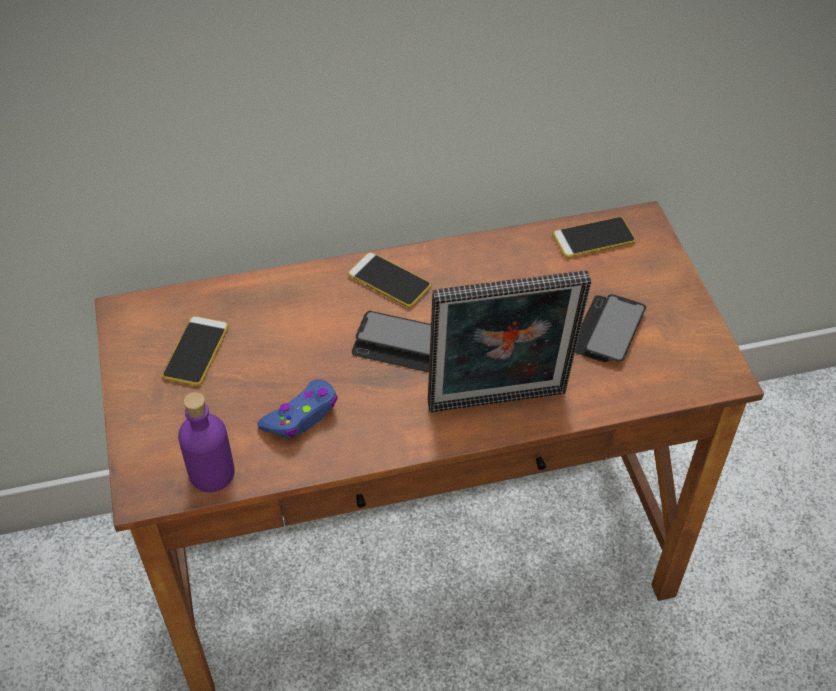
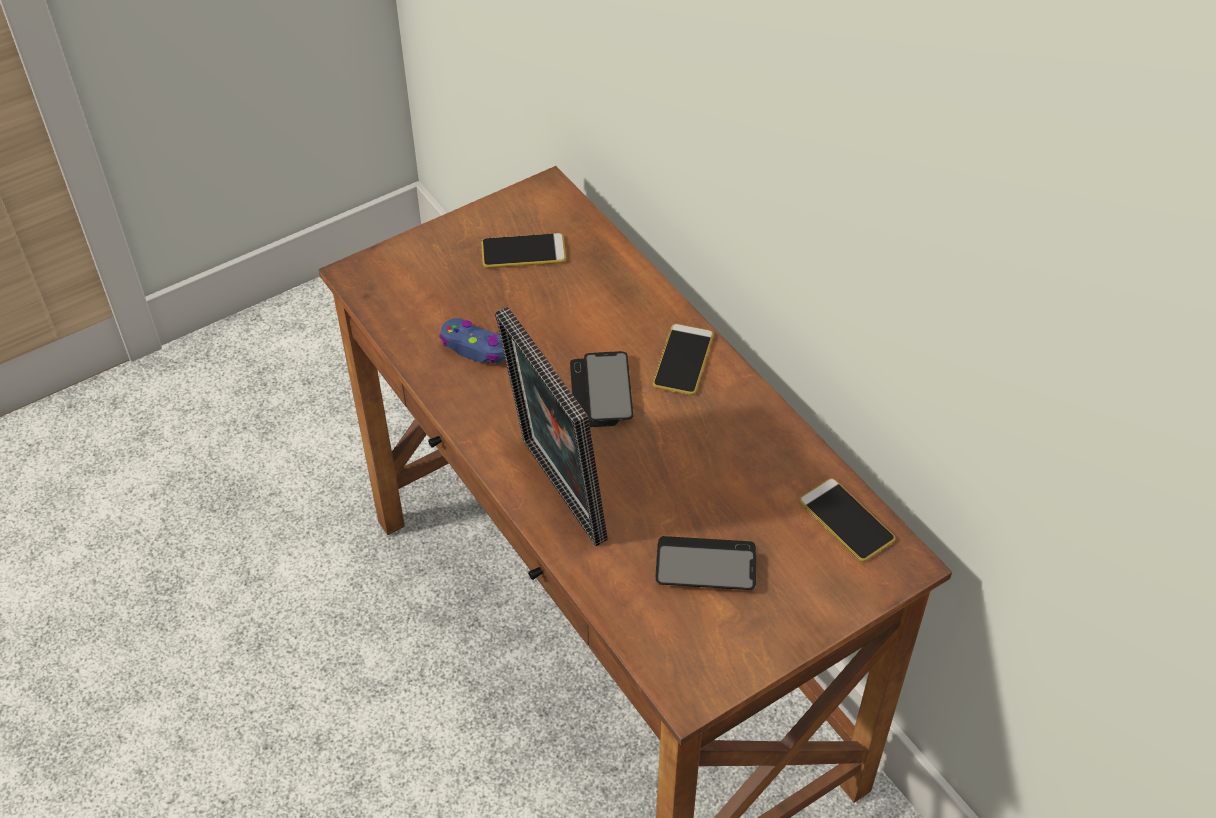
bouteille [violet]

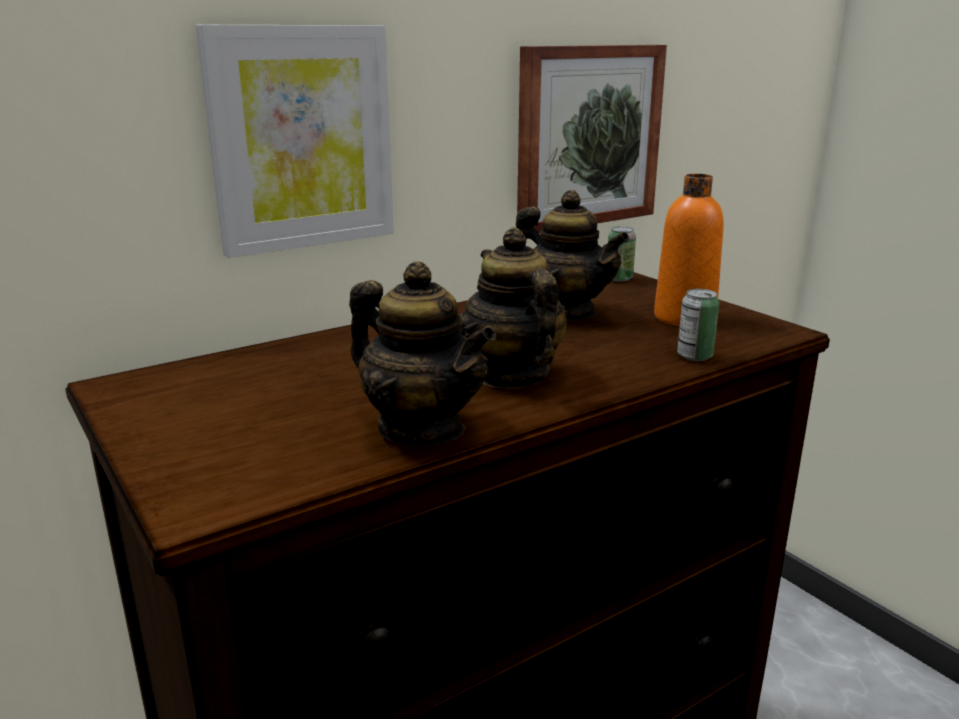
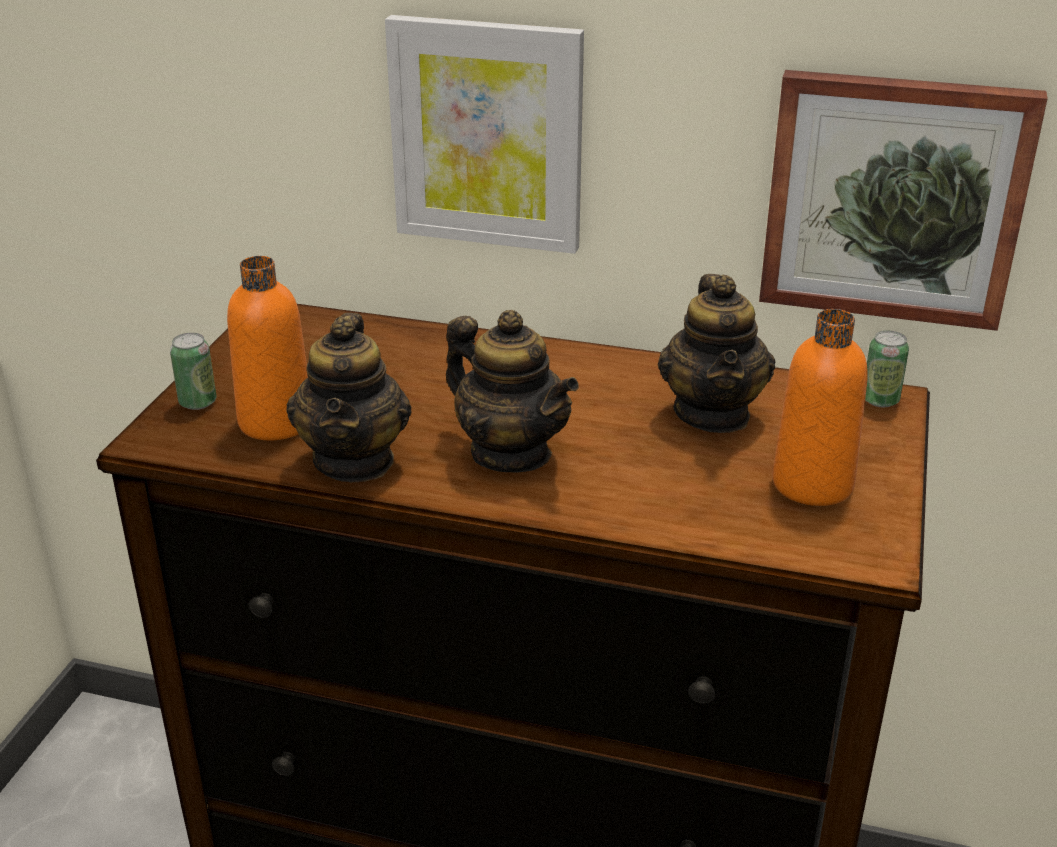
théière (no. 2 from left)
boîte métallique (no. 1 from left)
bouteille [orange] (no. 1 from left)

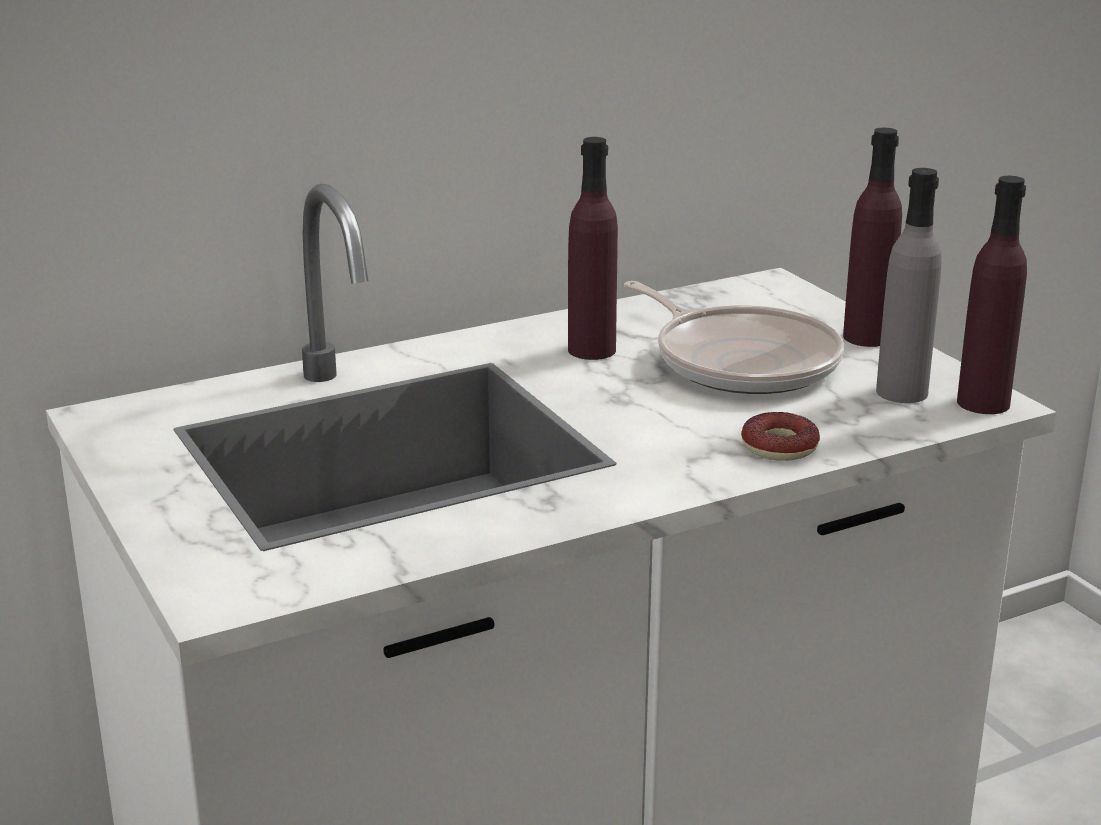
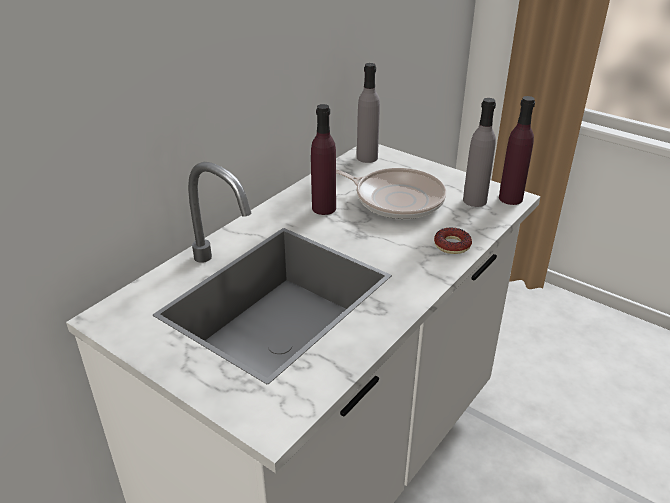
bouteille [violet] (no. 2 from left in the first image)
bouteille [gris] (no. 1 from left)

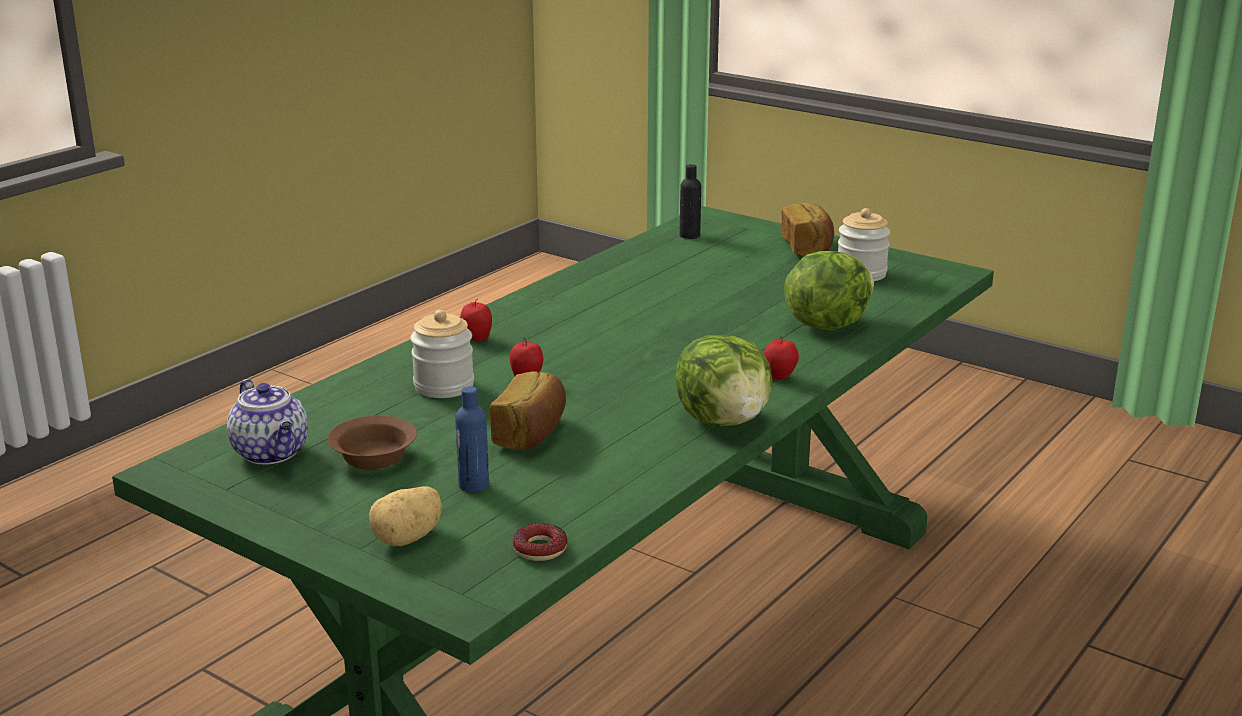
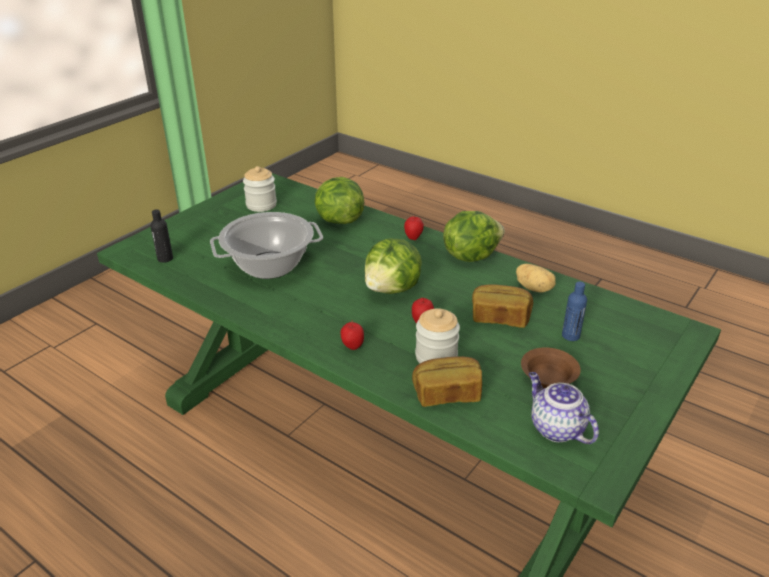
théière
pomme de terre
beignet
pain (no. 1 from left)
marmite
laitue (no. 2 from left)

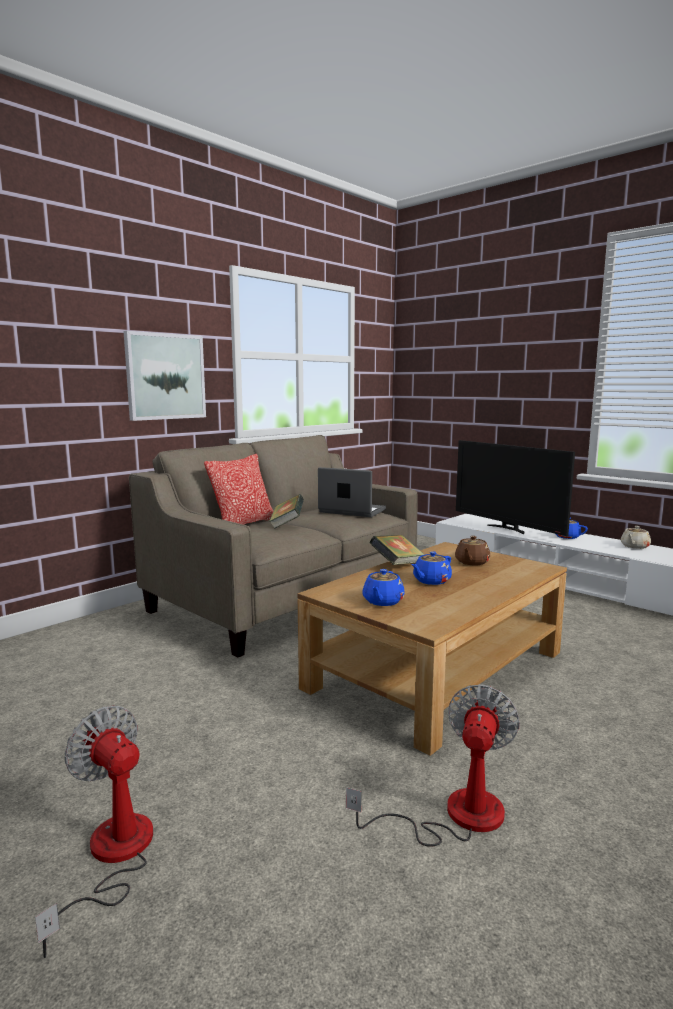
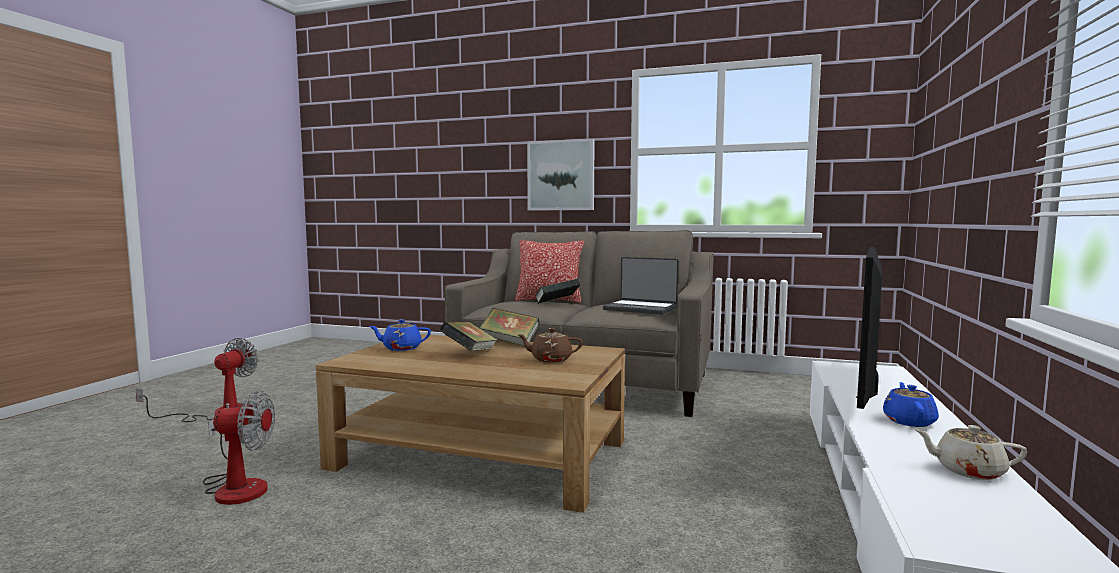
ordinateur portable
livre (no. 1 from left)

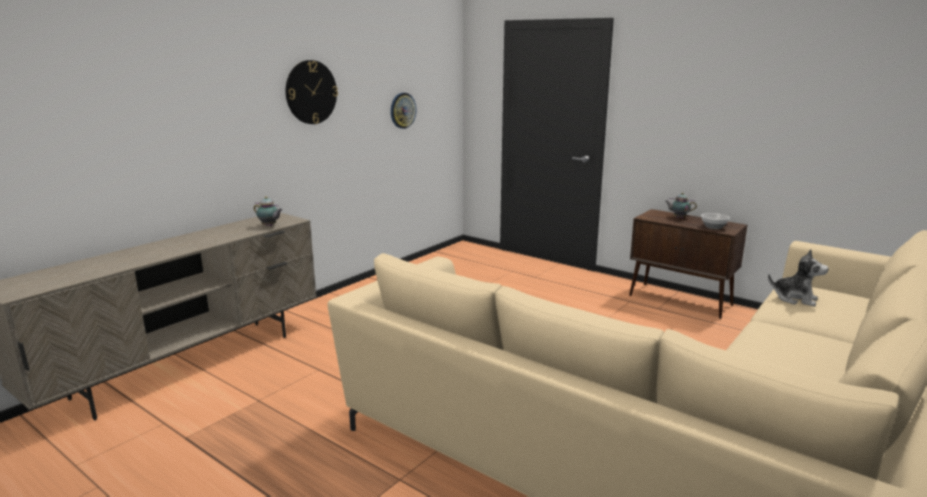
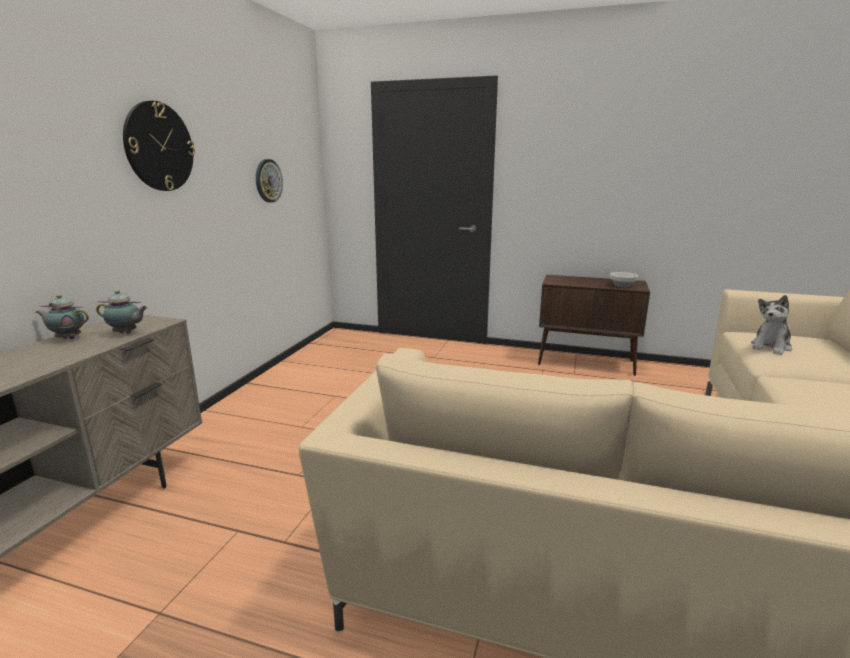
théière (no. 1 from left)
peluche

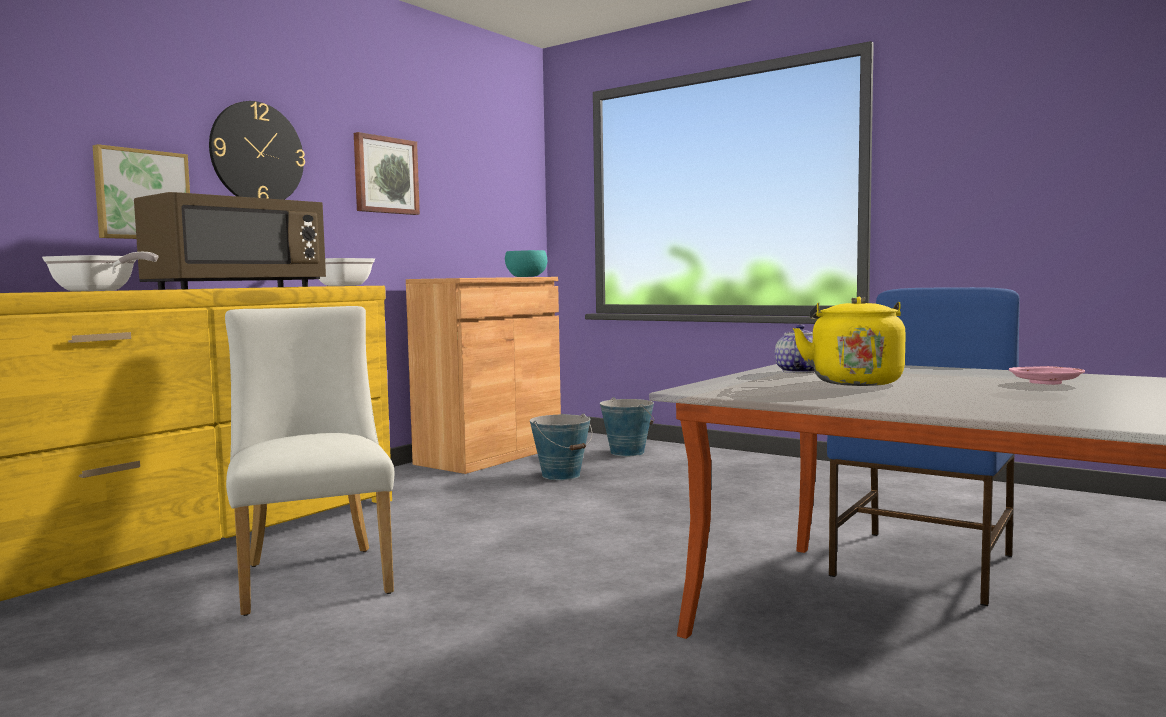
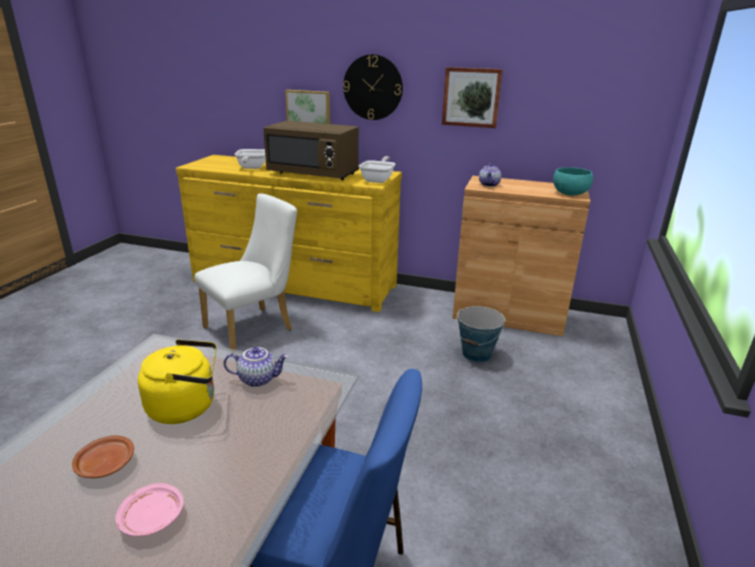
seau (no. 2 from left in the first image)
assiette [marron]
théière (no. 2 from left)

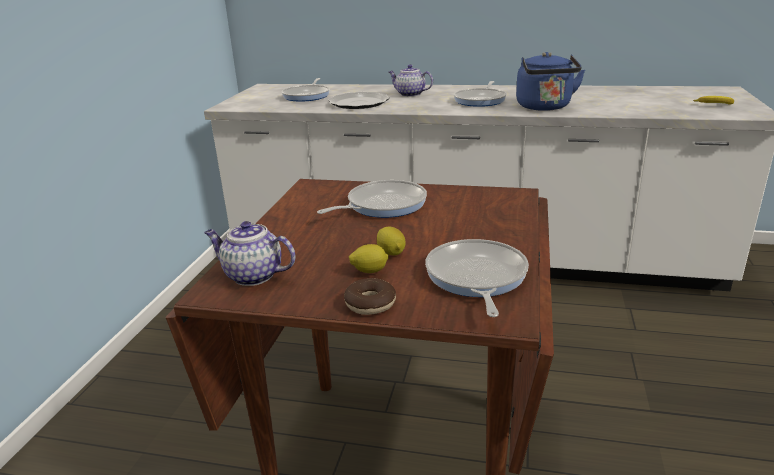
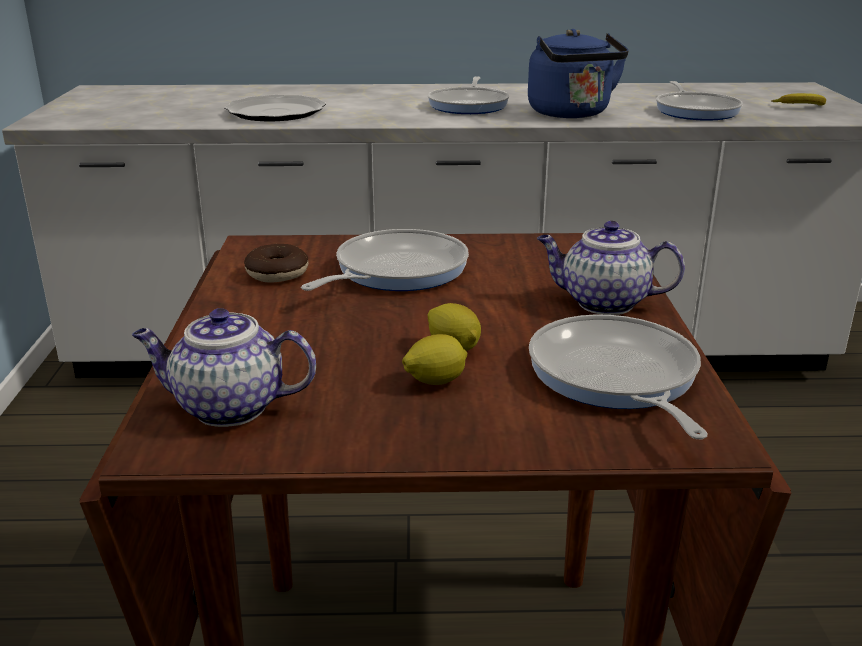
poêle (no. 4 from left)
beignet
théière (no. 2 from left)

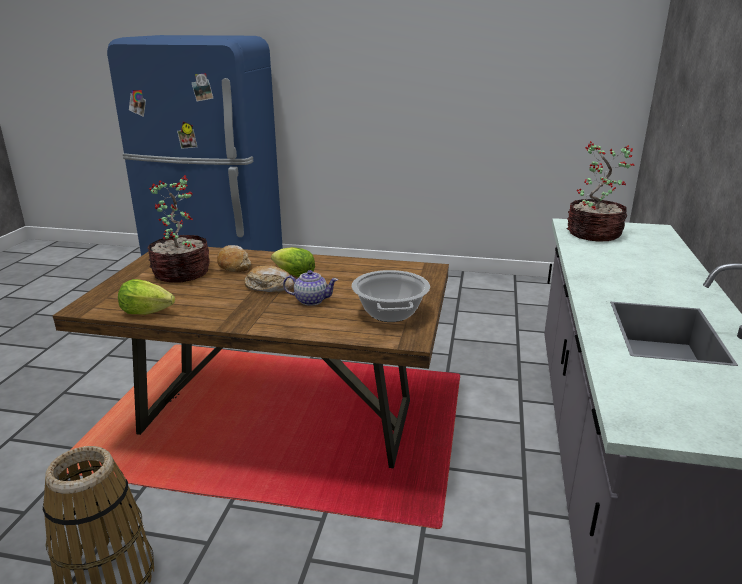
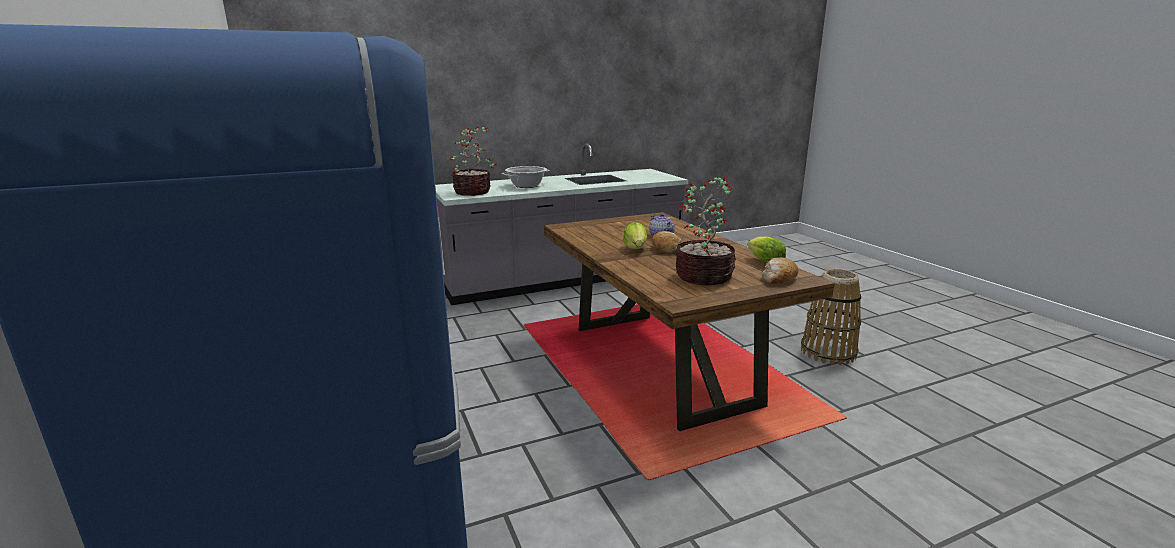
pain (no. 2 from left)
marmite

